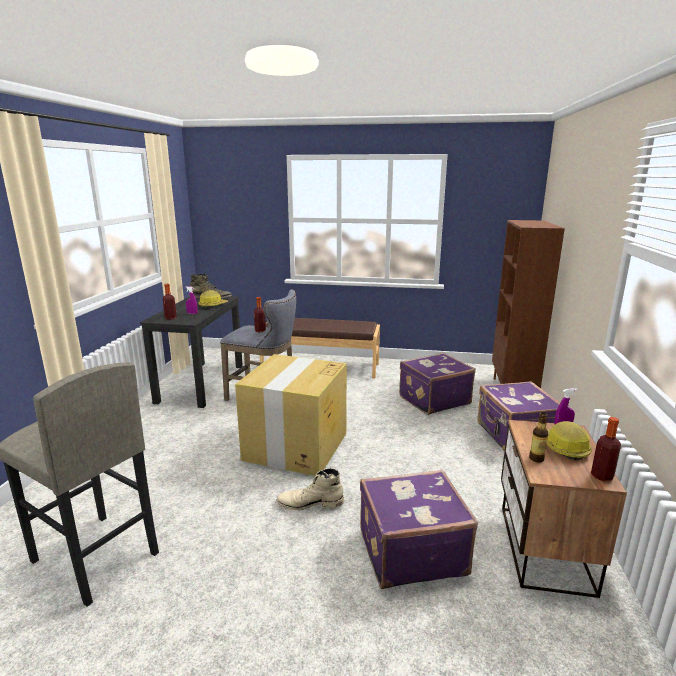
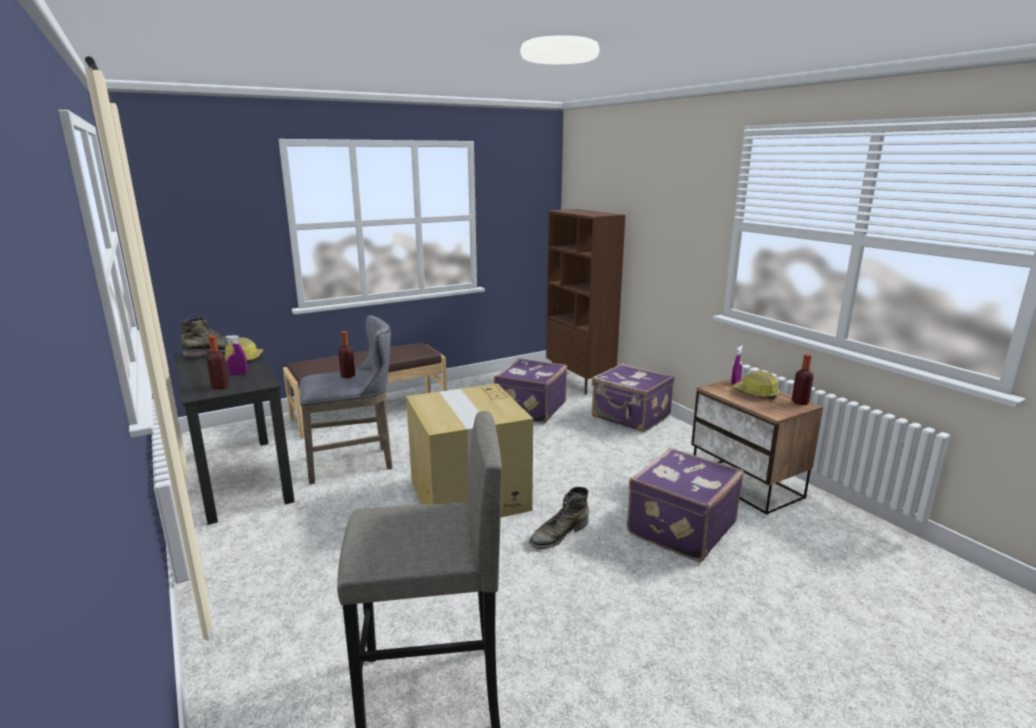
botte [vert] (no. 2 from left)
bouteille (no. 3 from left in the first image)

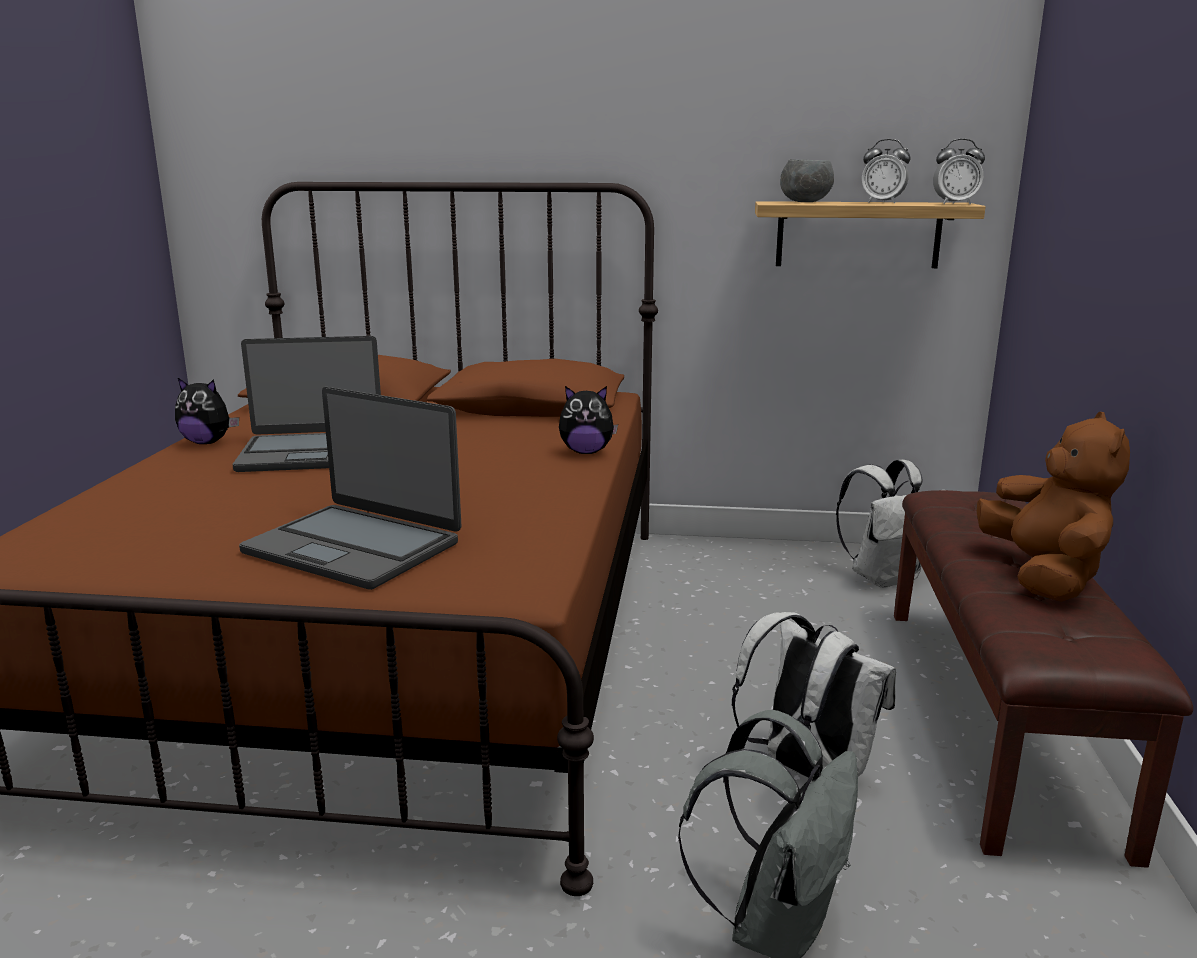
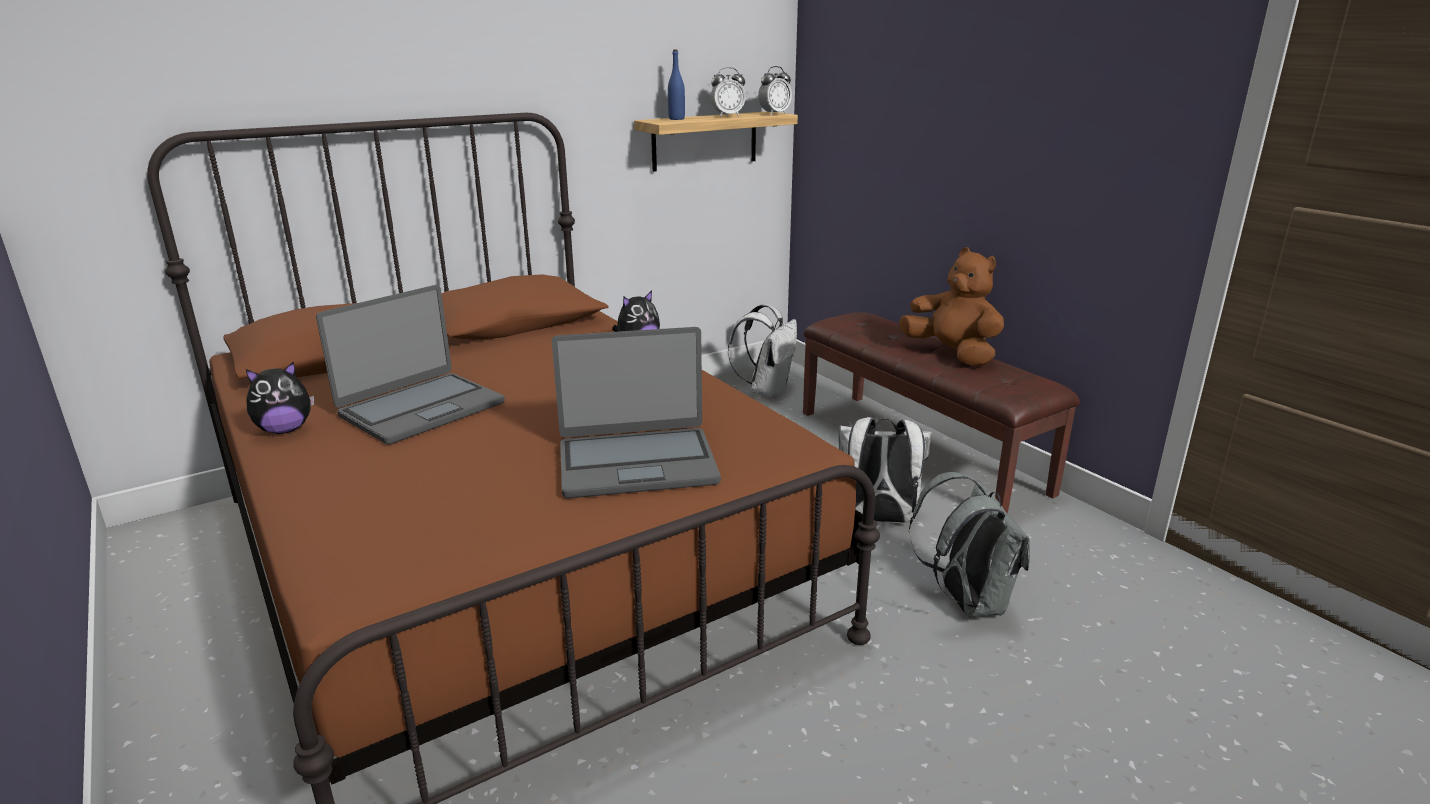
bouteille [bleu]

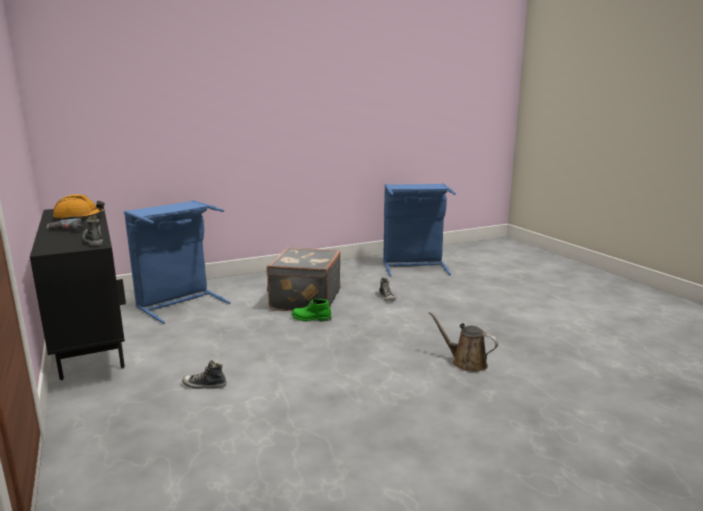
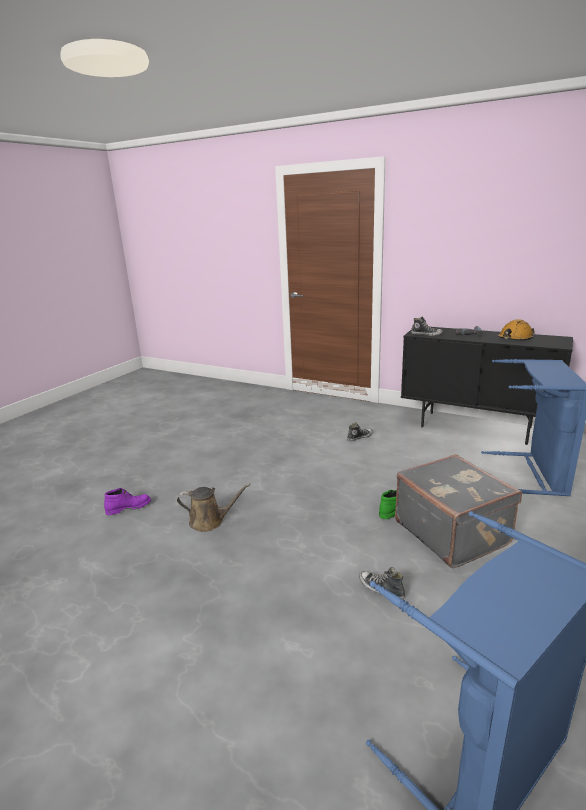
botte [violet]

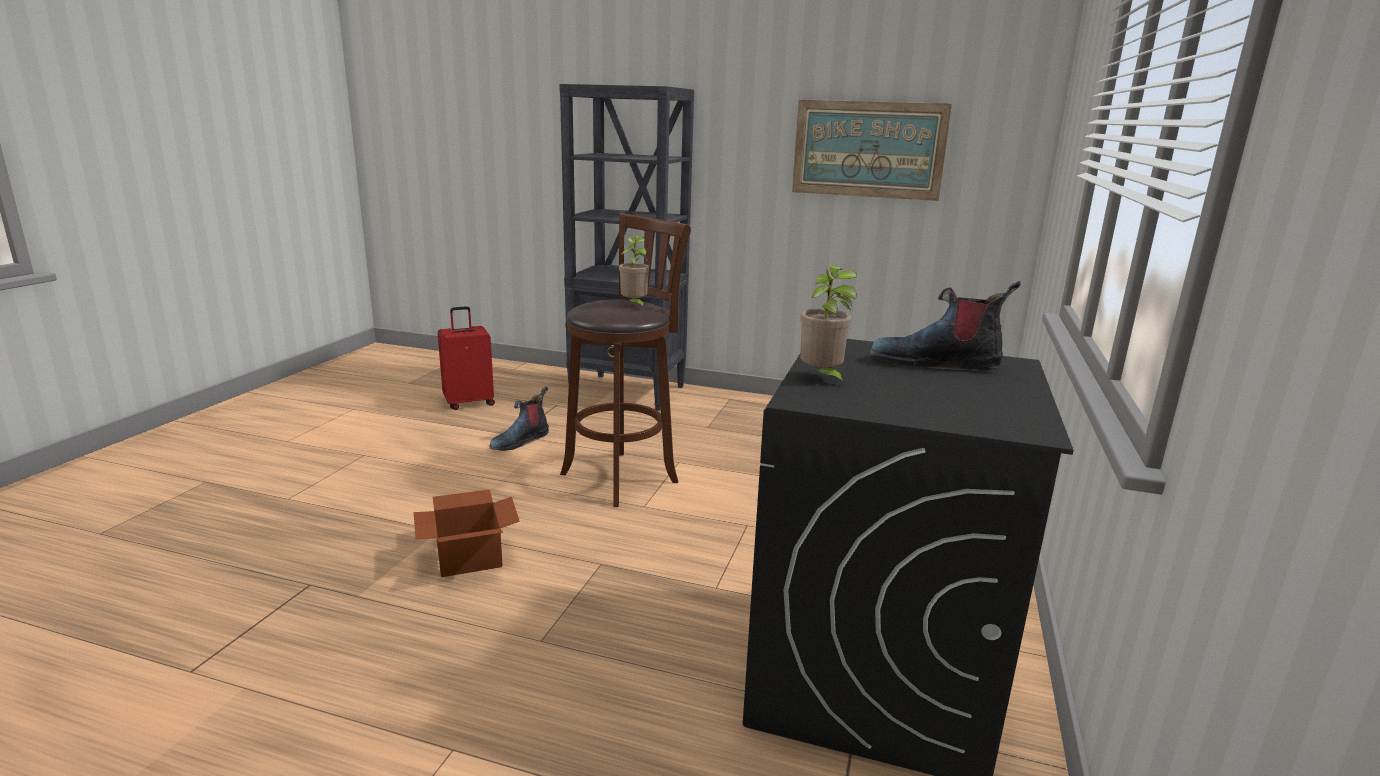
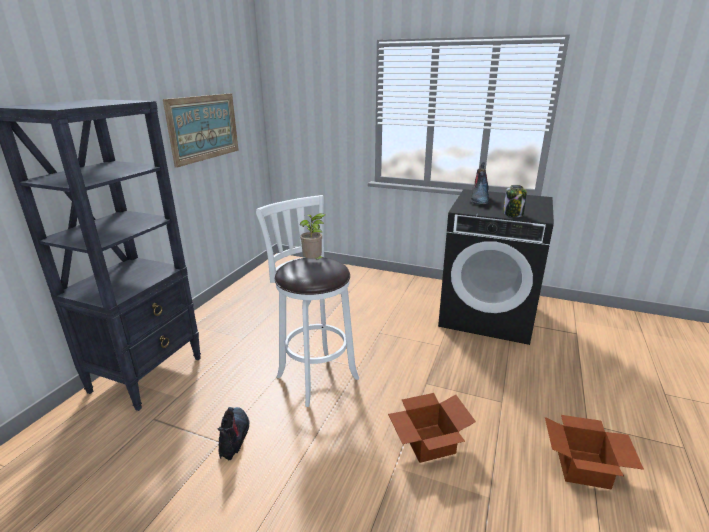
valise [rouge]
botte (no. 1 from left)
tabouret [blanc]
bocal
carton (no. 2 from left)

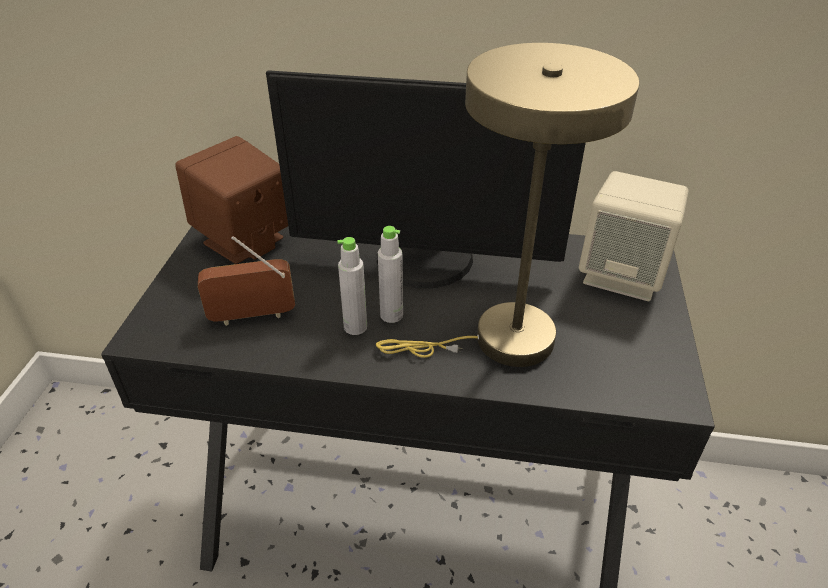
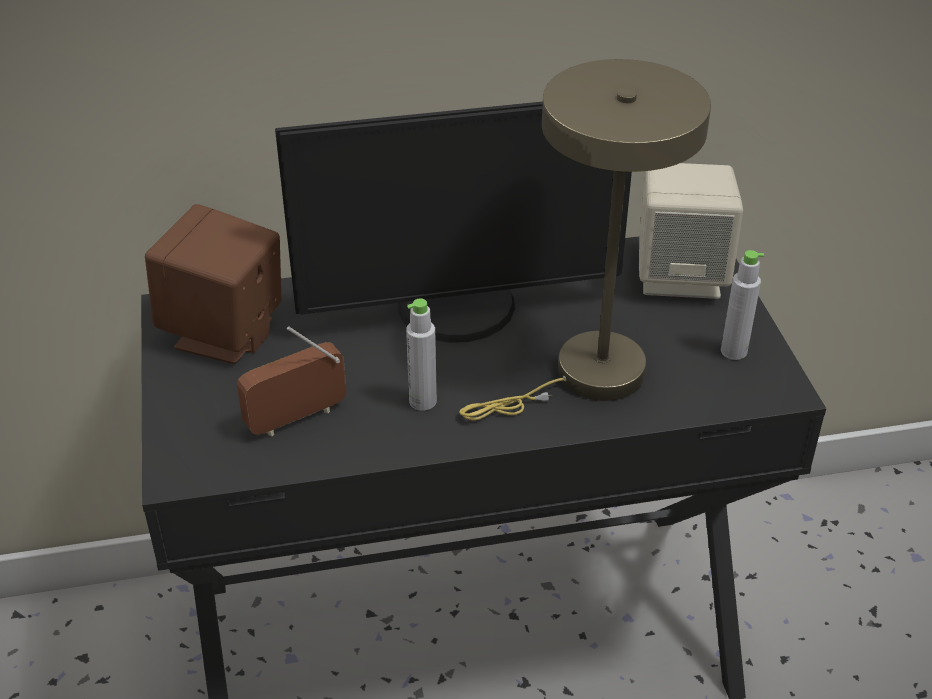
bouteille [gris] (no. 2 from left)

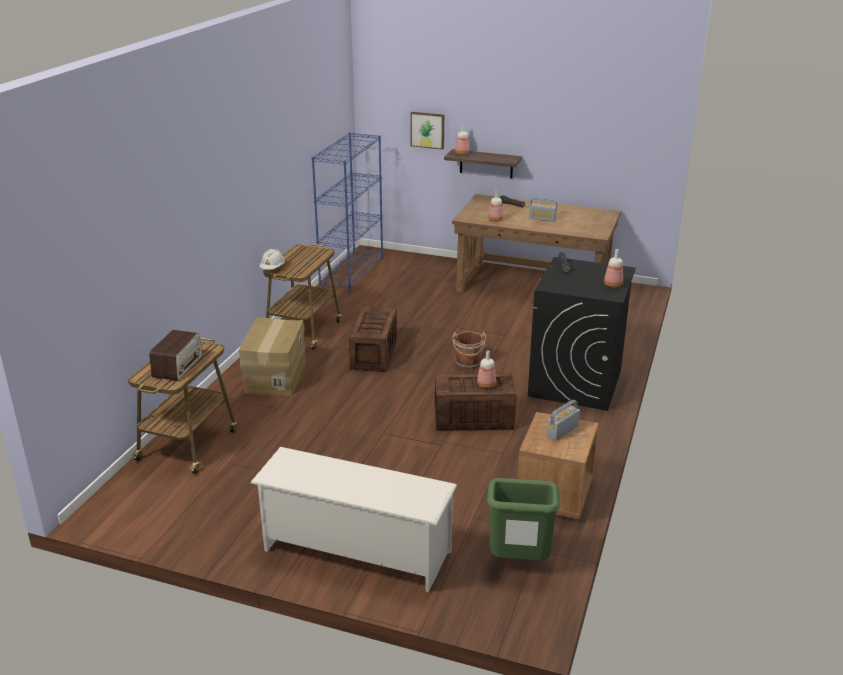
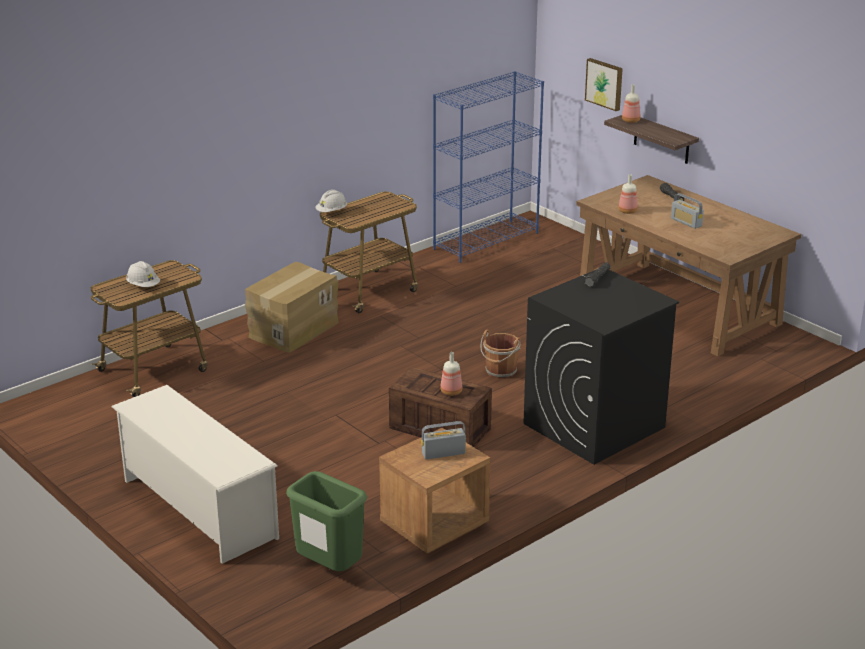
casque de chantier [blanc] (no. 1 from left)
caisse (no. 1 from left in the first image)
bouteille (no. 4 from left in the first image)

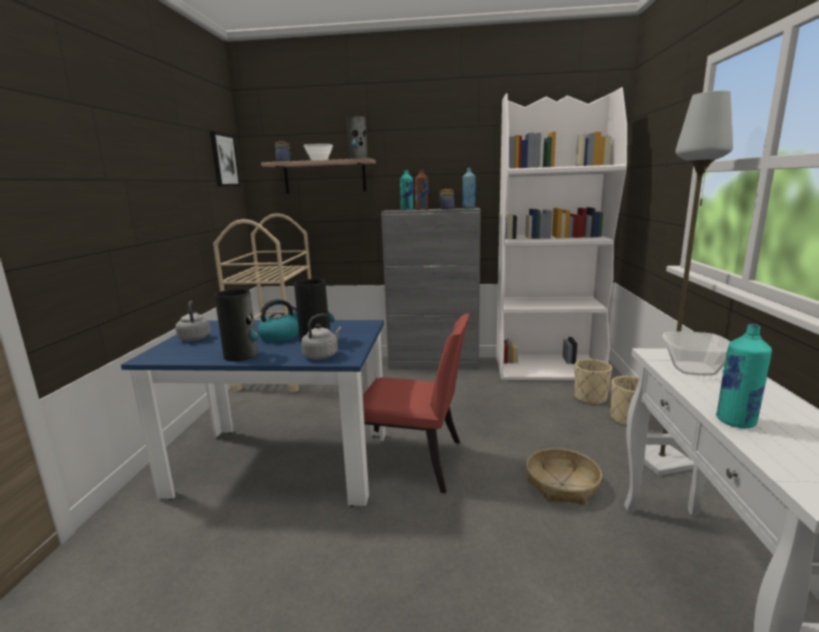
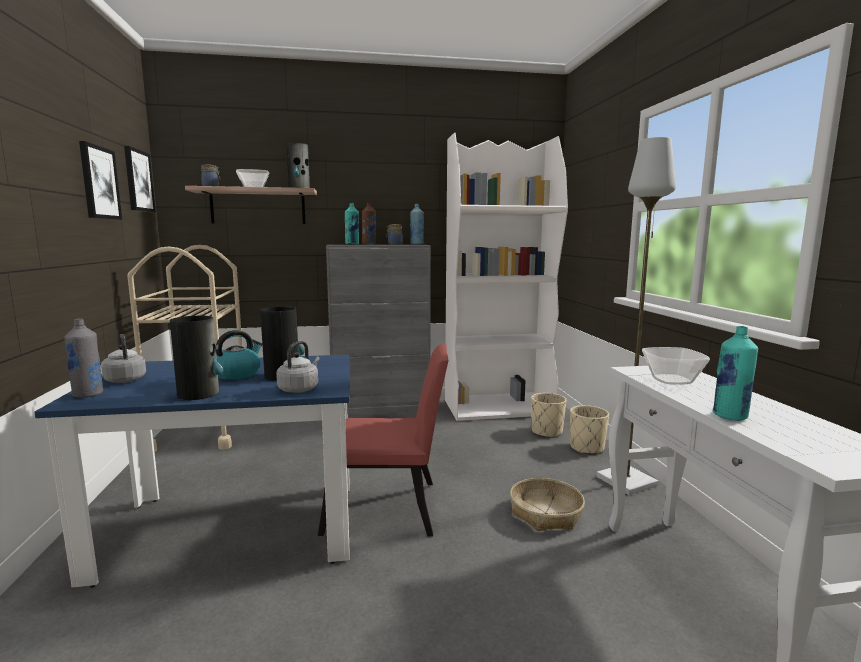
bouteille [gris]
tableau (no. 1 from left)

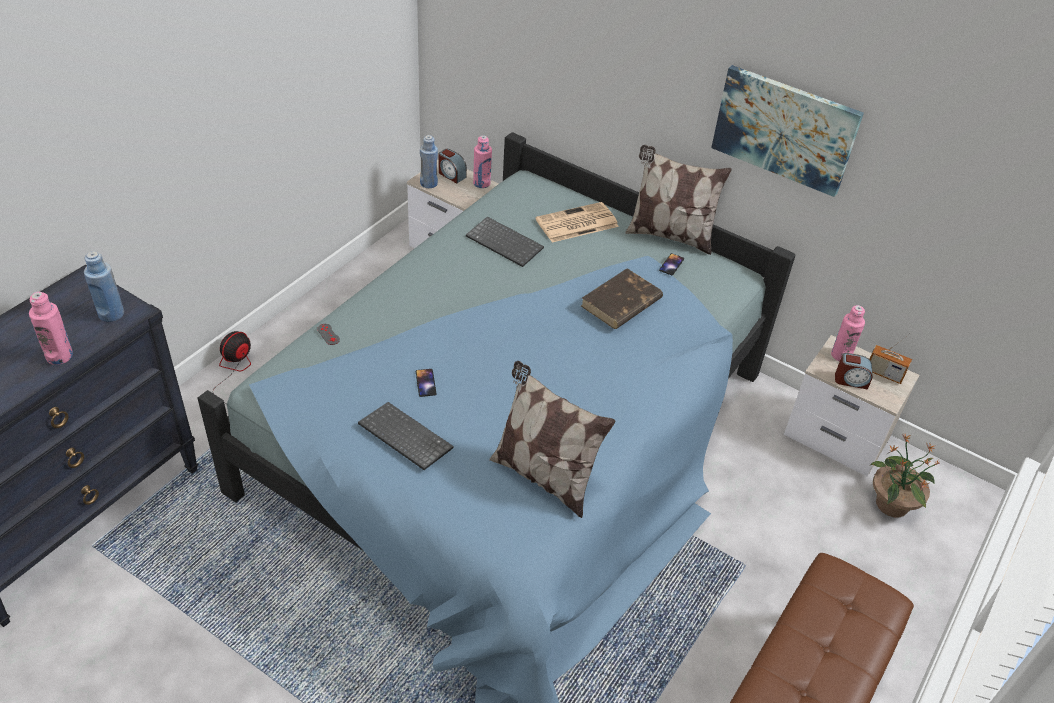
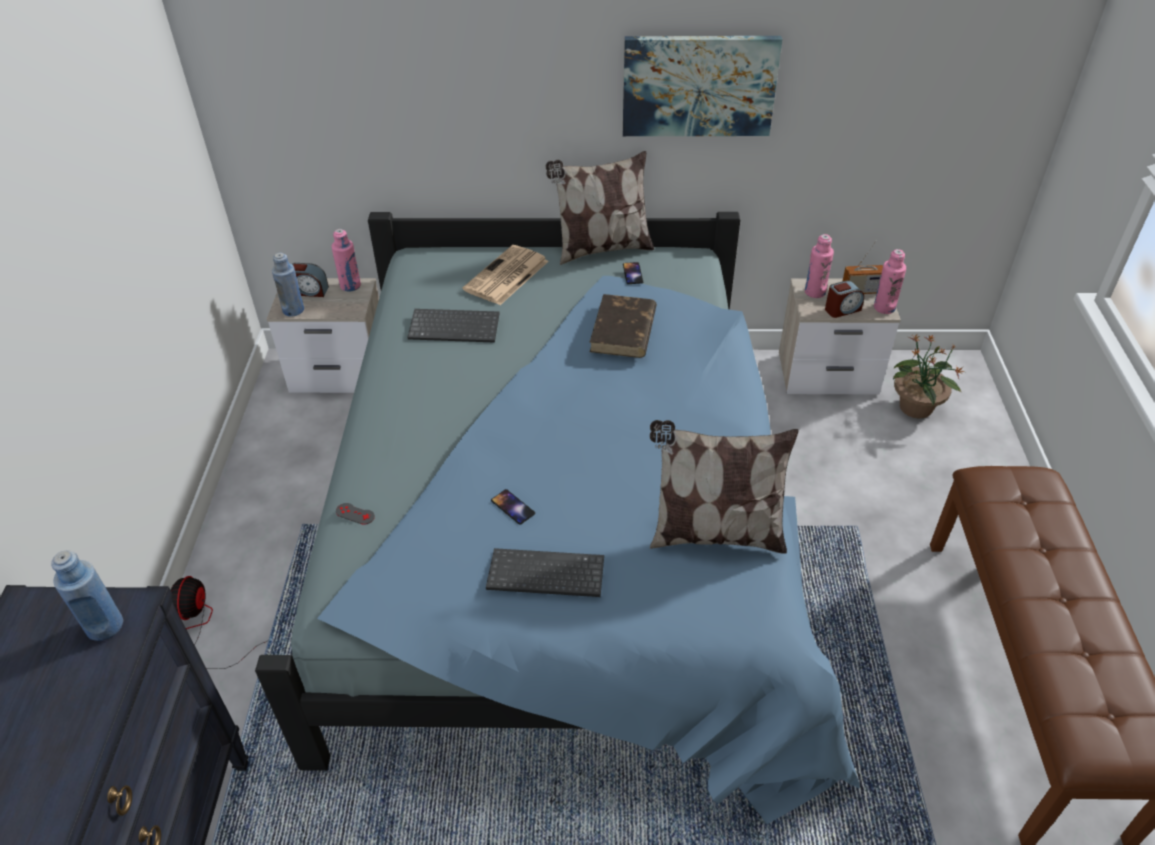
bouteille [rose] (no. 3 from left)

